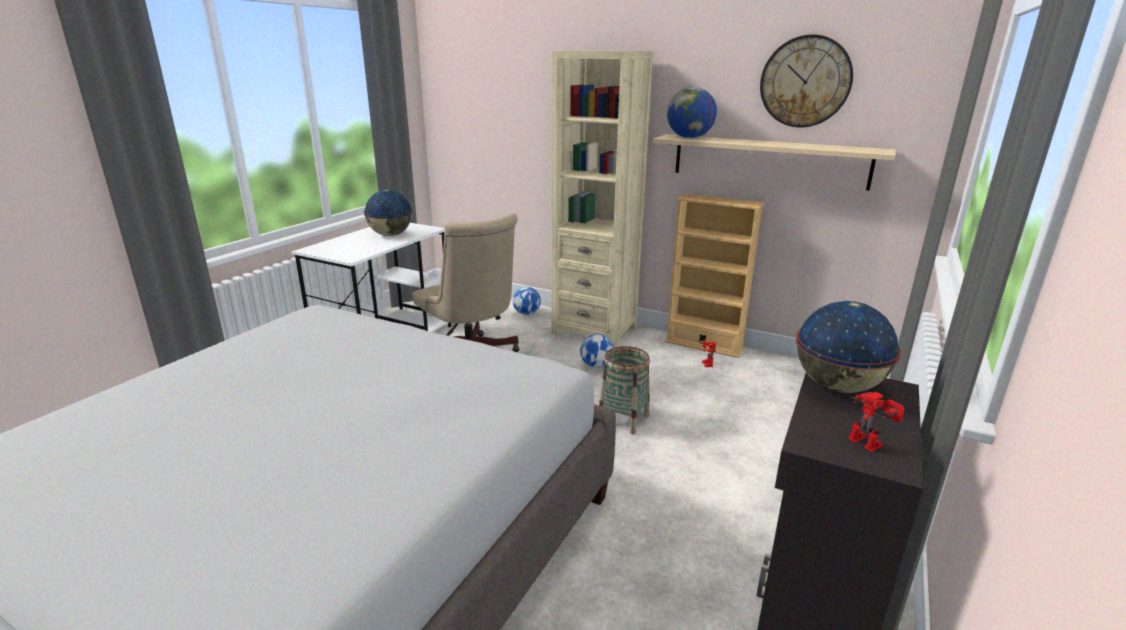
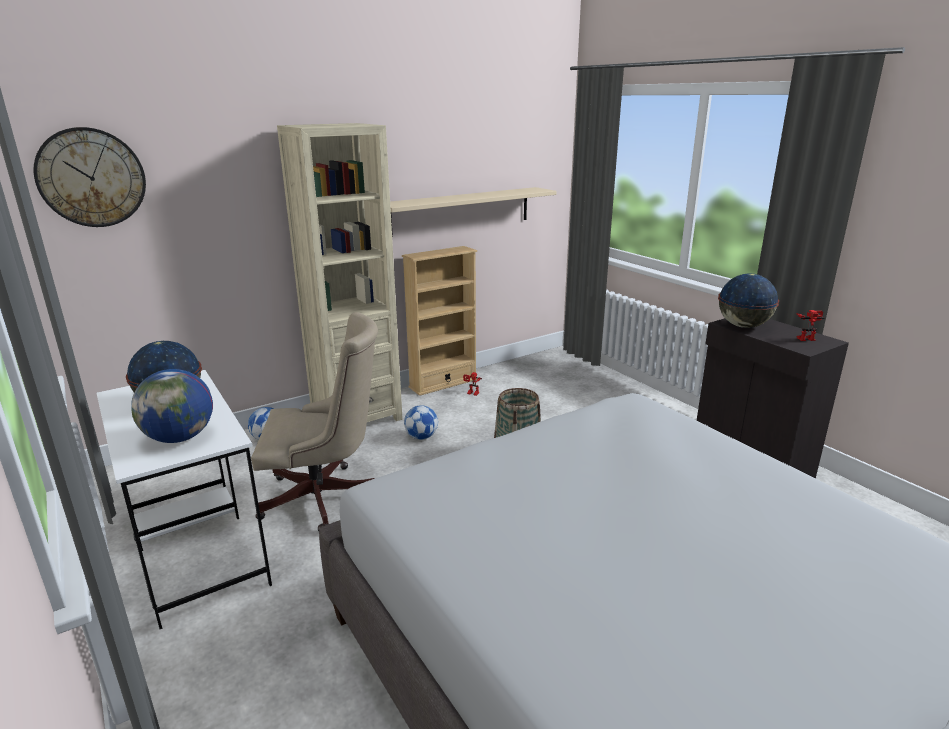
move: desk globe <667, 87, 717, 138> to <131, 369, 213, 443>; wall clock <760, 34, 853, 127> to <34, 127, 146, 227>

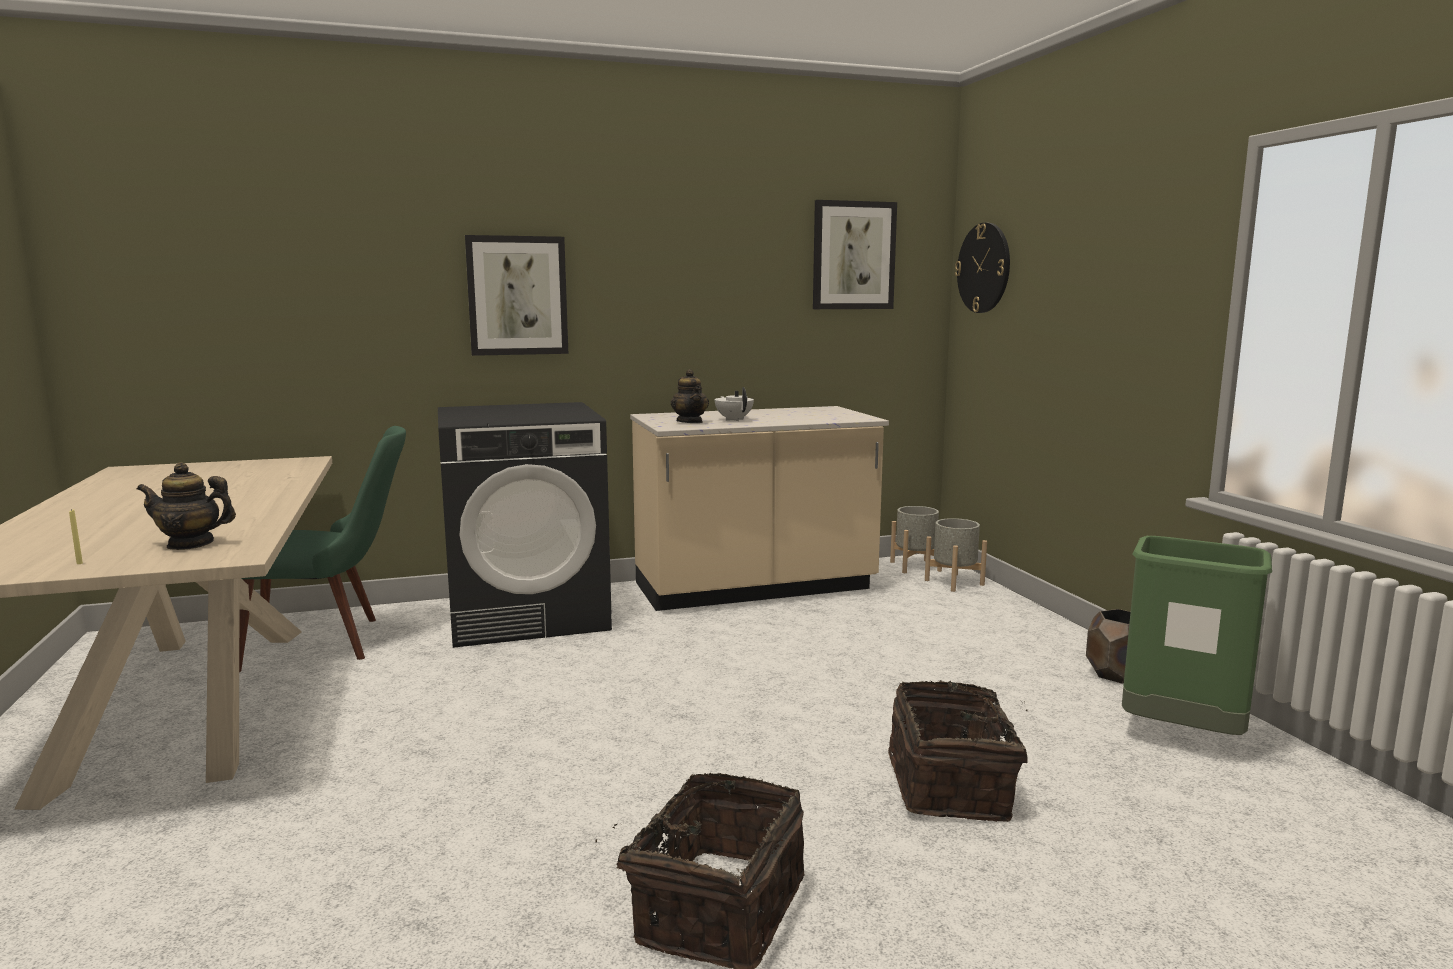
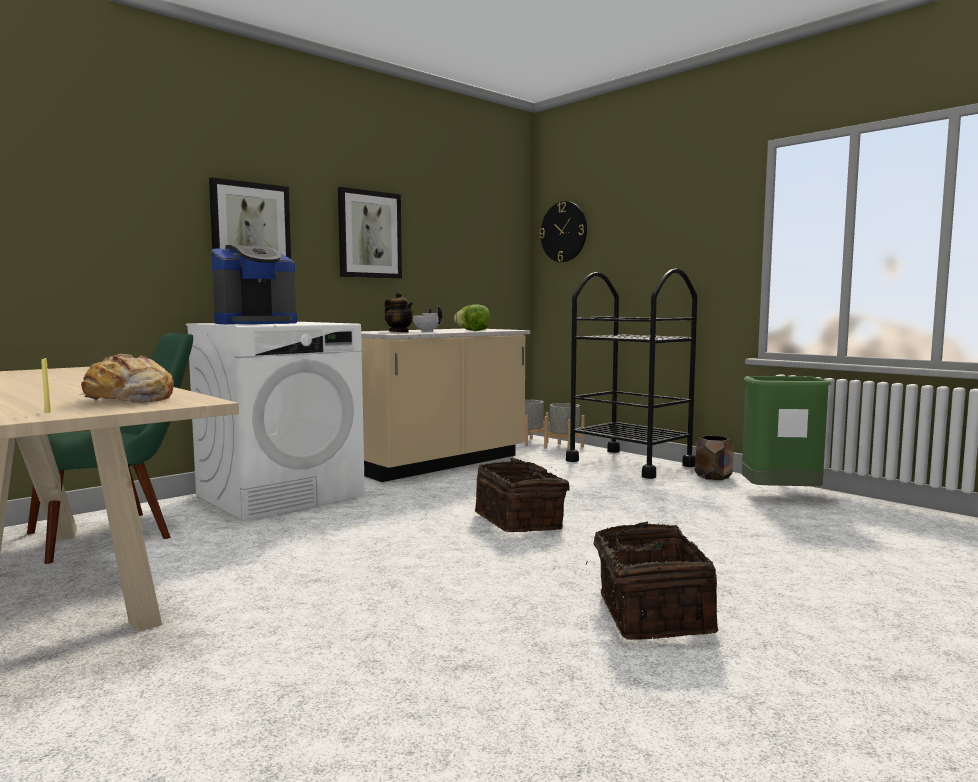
insert: coffee machine <211, 245, 297, 324>; head of lettuce <454, 304, 490, 331>; black-coloured trolley <566, 269, 698, 479>
move: wall picture <813, 200, 897, 309> to <338, 187, 402, 279>; storage basket <888, 680, 1028, 822> to <475, 458, 570, 532>
replace: pot for tea <137, 462, 236, 550> to bread <81, 354, 174, 403>
recolor: black-coloured laundry appliance <438, 402, 612, 648> to whitish laundry appliance <186, 322, 365, 521>

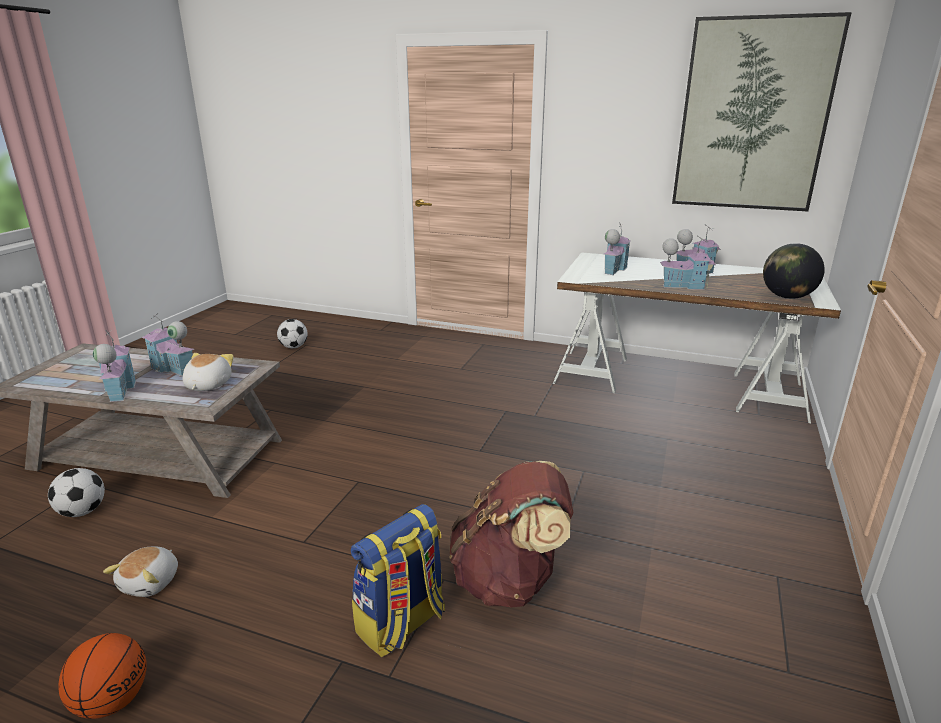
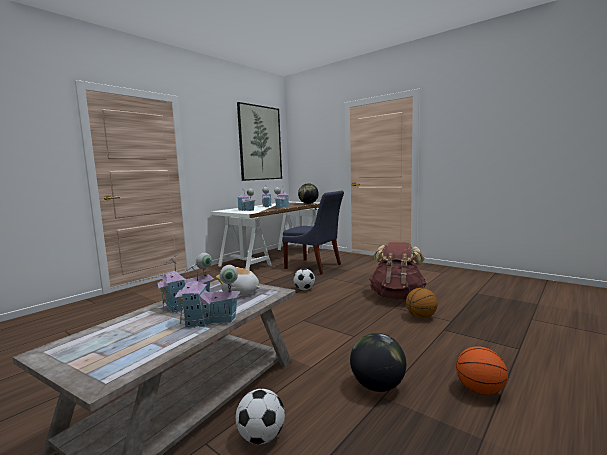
insert: blue plain chair <282, 191, 344, 274>
move: ball for football <277, 319, 308, 348> to <293, 268, 315, 290>
replace: cuddly toy <103, 547, 178, 597> to desk globe <350, 333, 406, 392>; knapsack <351, 504, 445, 657> to basketball ball <406, 288, 438, 318>

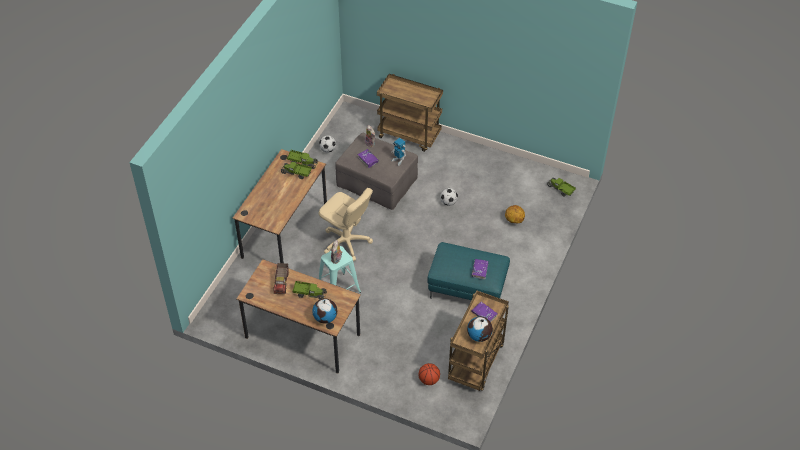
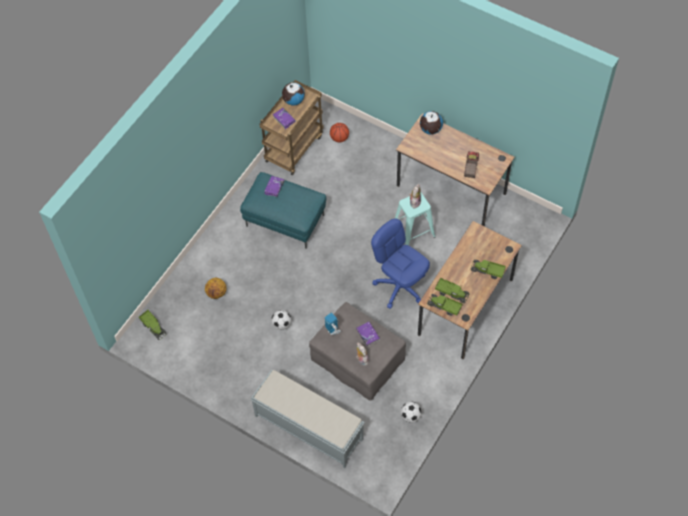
move: model truck <293, 281, 327, 300> to <471, 260, 506, 279>
replace: brown-coloured trolley <377, 74, 443, 152> to greyish indoor bench <250, 370, 365, 468>
recolor: beige-coloured desk chair <319, 188, 373, 261> to blue desk chair <371, 219, 430, 309>

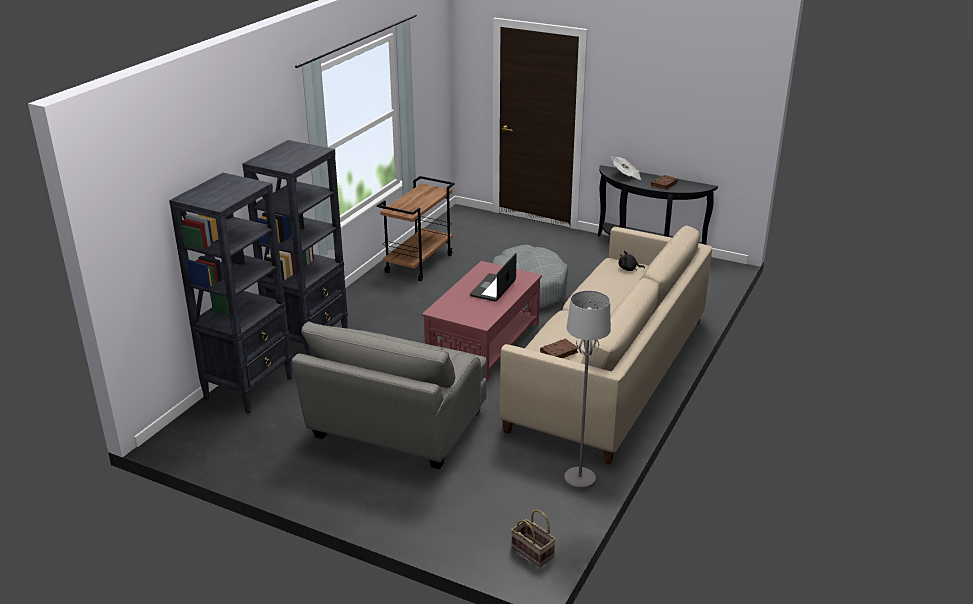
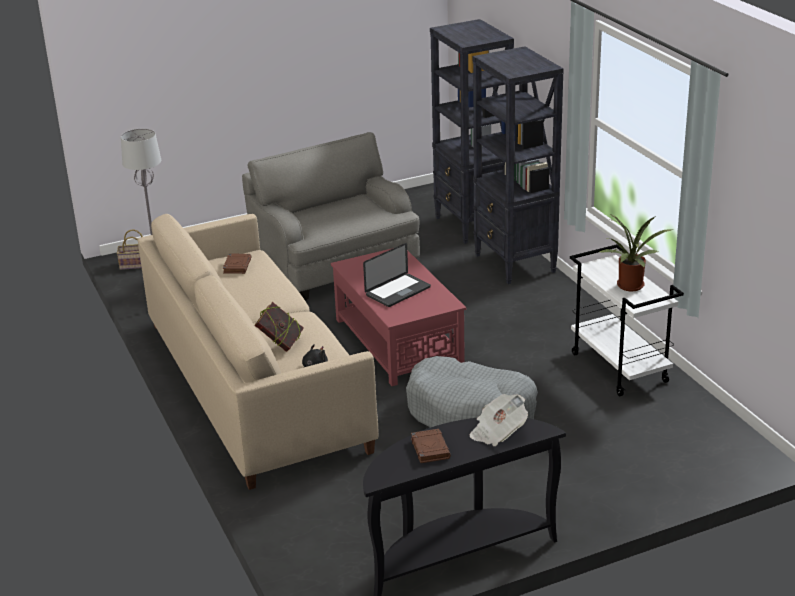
insert: bound book <255, 302, 304, 352>; plant in a pot <600, 215, 673, 291>
recolor: brown-coloured trolley <377, 176, 455, 281> to whitish trolley <570, 244, 684, 396>
rotate: laptop <470, 253, 516, 302> = <363, 243, 431, 307> 75 degrees clockwise

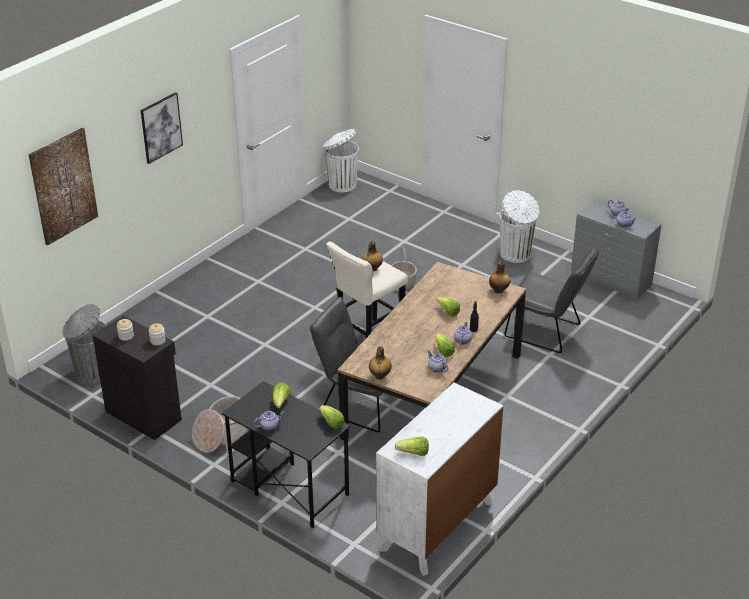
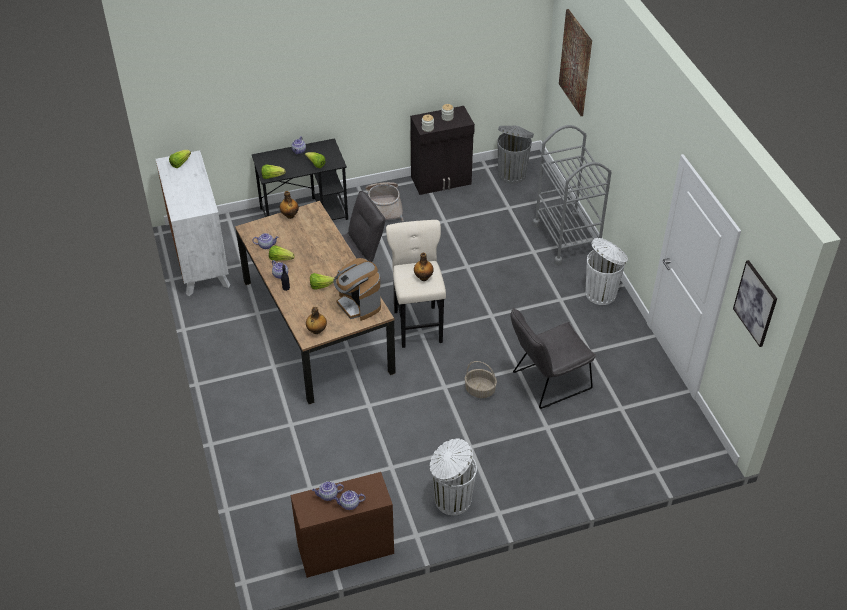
insert: coffee machine <334, 258, 381, 321>; greyish trolley <533, 125, 612, 266>
move: wall picture <140, 92, 183, 164> to <733, 260, 777, 347>; whitish waste bin <323, 129, 359, 193> to <585, 238, 628, 305>; greyish plain chair <504, 247, 599, 353> to <510, 308, 596, 409>
recolor: greyish dresser <571, 200, 662, 299> to brown-coloured dresser <291, 472, 394, 578>

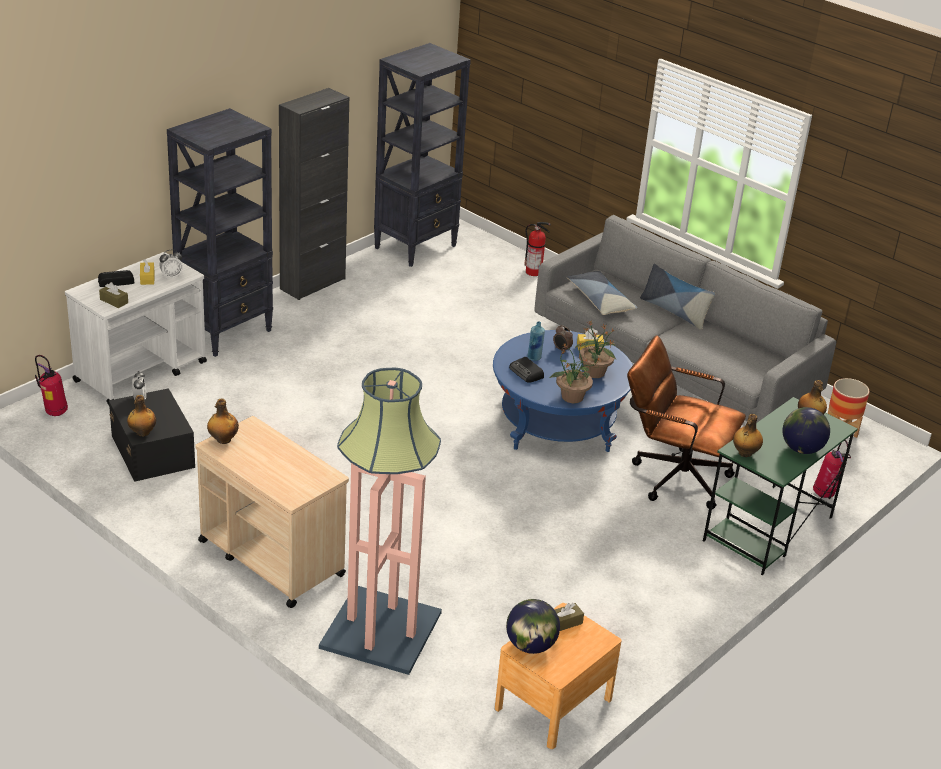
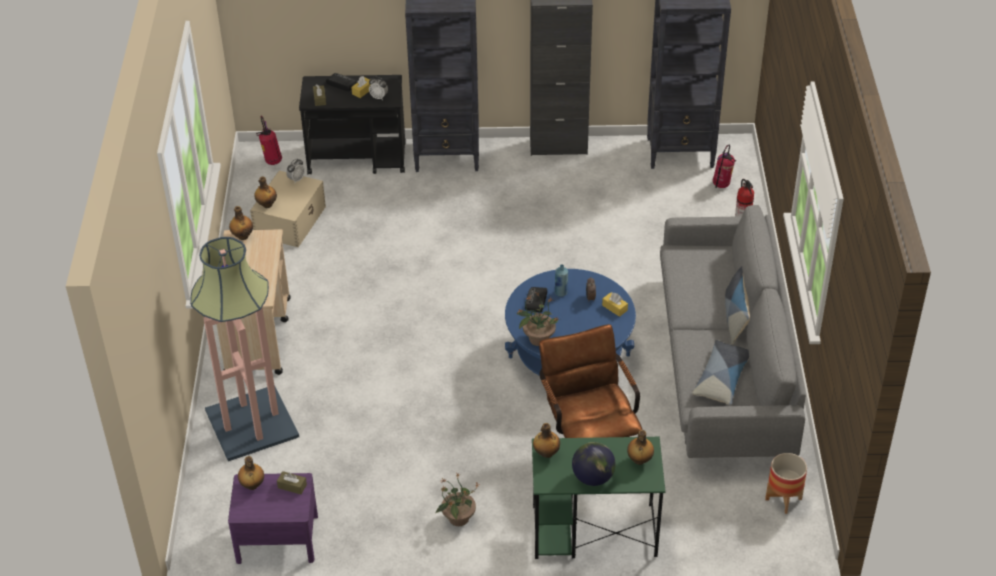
move: throw pillow <567, 271, 638, 315> to <692, 340, 749, 405>; plant in a pot <575, 322, 616, 378> to <435, 473, 478, 526>; fire-fighting cylinder <813, 440, 851, 499> to <713, 145, 736, 188>
replace: desk globe <506, 599, 560, 654> to beverage bottle <238, 456, 264, 490>
recolor: whitish trolley <65, 252, 207, 405> to black-coloured trolley <299, 75, 406, 174>; black-coloured storage container <109, 388, 195, 482> to beige-coloured storage container <250, 171, 326, 247>; brown-coloured nightstand <495, 603, 622, 749> to purplish nightstand <228, 473, 318, 564>

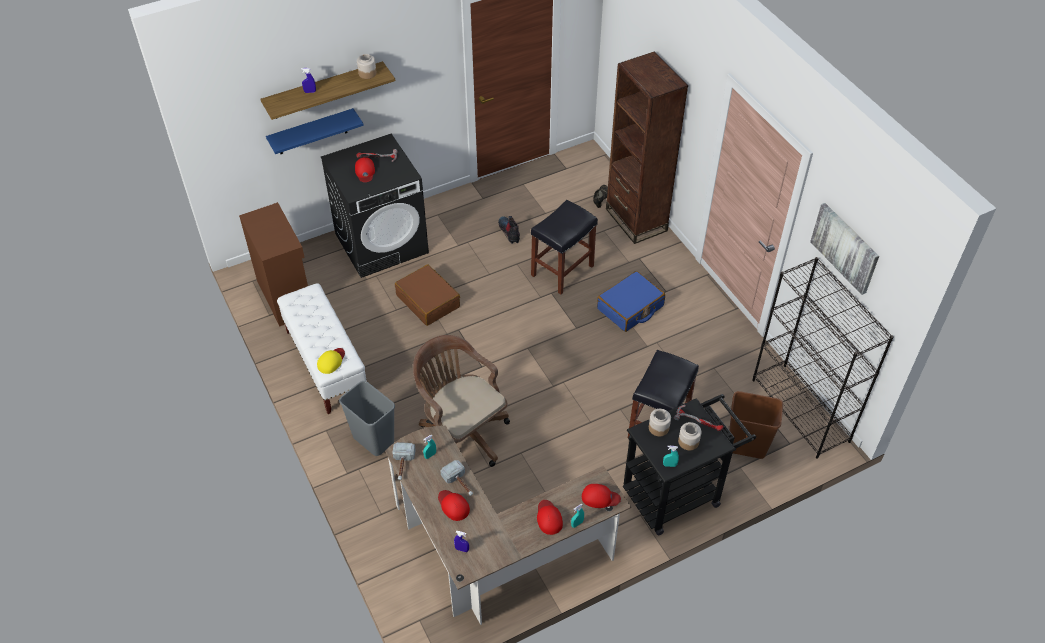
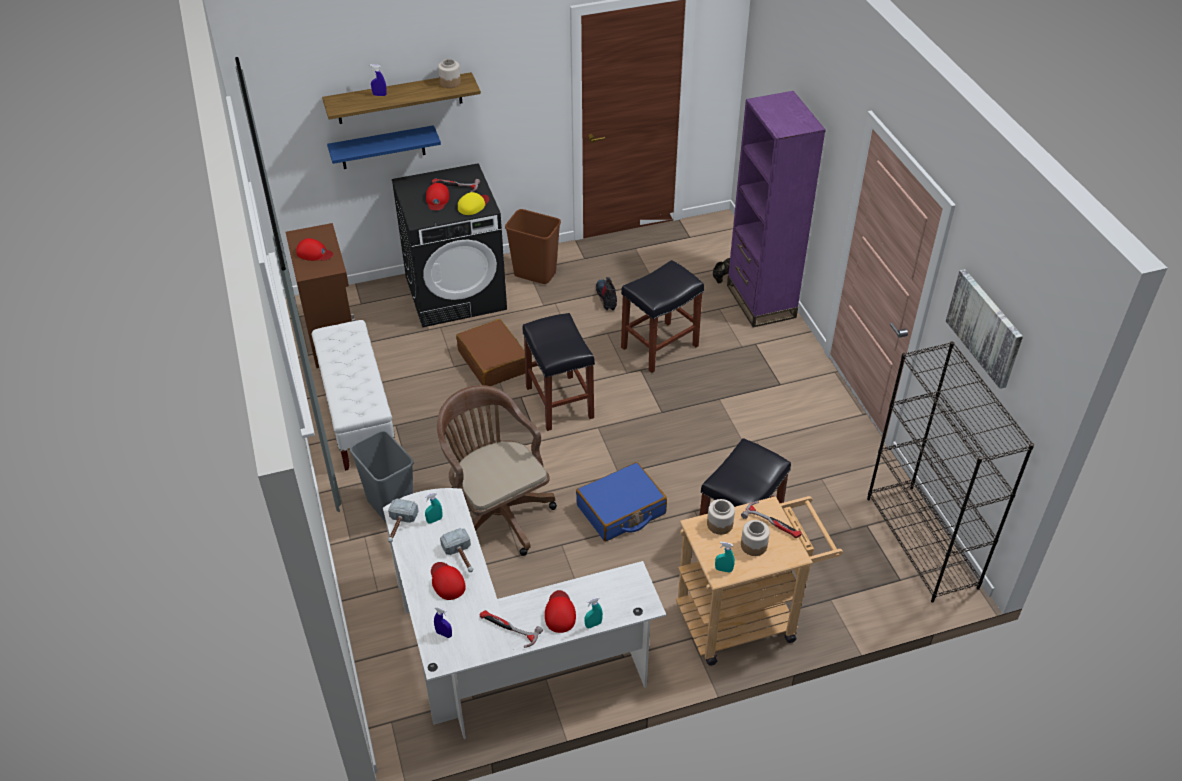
insert: hand hammer <480, 610, 543, 648>; black-coloured sitting stool <523, 313, 595, 431>
move: yellow-coloured cap <317, 348, 345, 374> to <458, 192, 489, 215>; red cap <582, 484, 621, 508> to <296, 238, 334, 261>; blue piece of luggage <597, 271, 665, 332> to <576, 462, 667, 541>; brown-coloured waste bin <729, 391, 783, 459> to <505, 209, 561, 284>
recolor: brown-coloured desk unit <385, 425, 631, 625> to whitish desk unit <383, 488, 666, 739>; brown-coloured bookshelf <606, 51, 688, 244> to purplish bookshelf <727, 91, 826, 328>; black-coloured trolley <623, 394, 756, 535> to beige-coloured trolley <676, 496, 843, 666>

